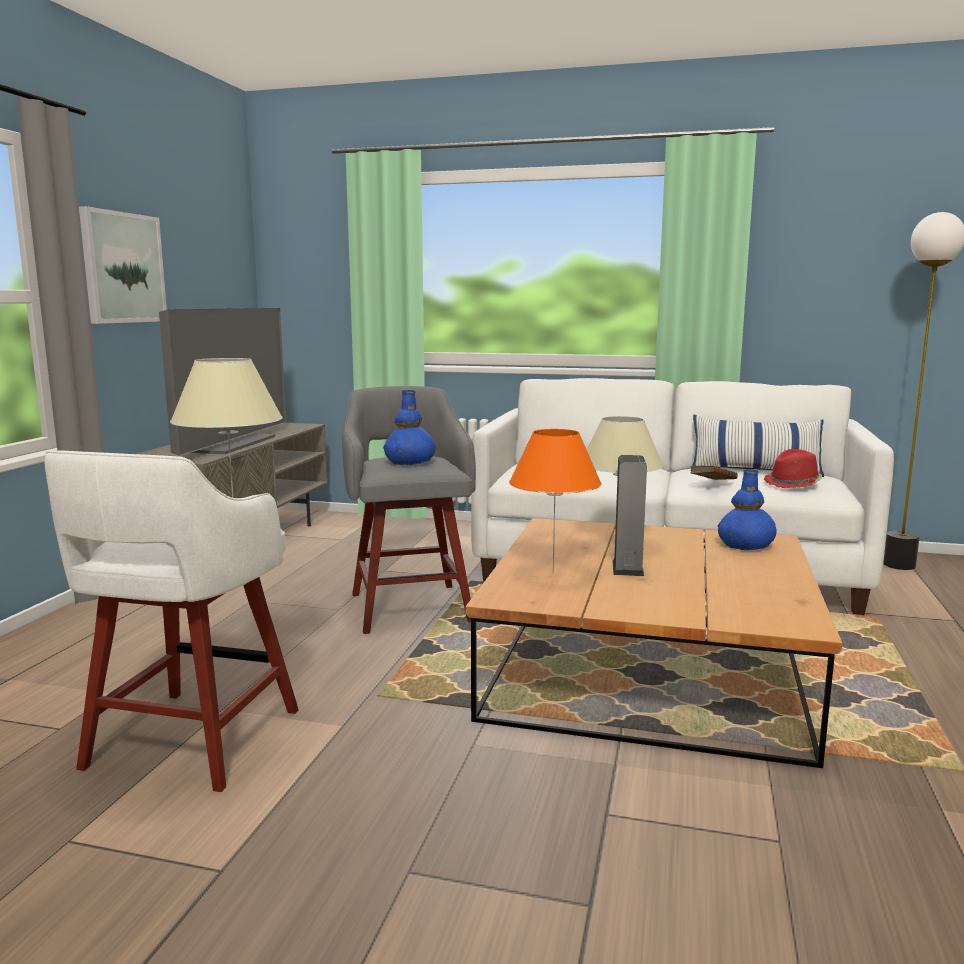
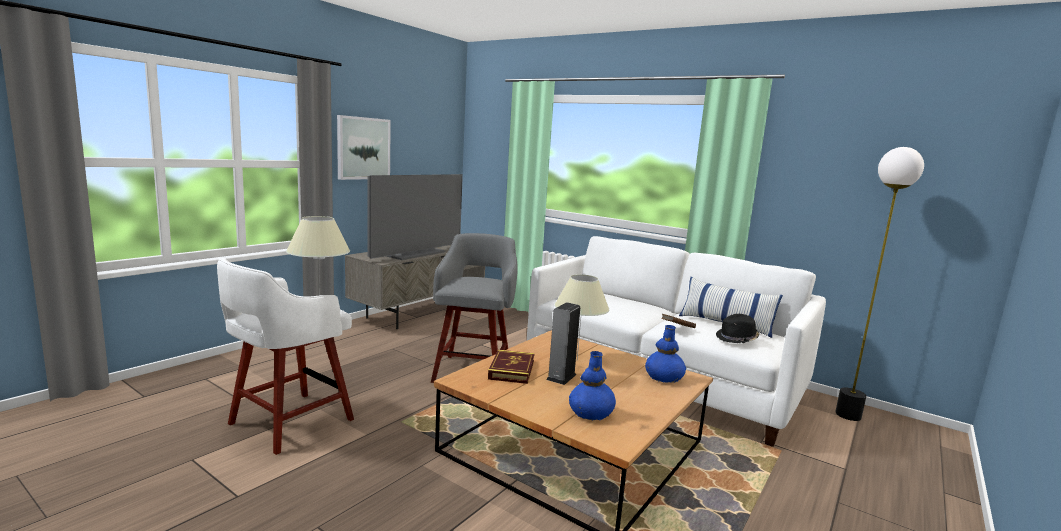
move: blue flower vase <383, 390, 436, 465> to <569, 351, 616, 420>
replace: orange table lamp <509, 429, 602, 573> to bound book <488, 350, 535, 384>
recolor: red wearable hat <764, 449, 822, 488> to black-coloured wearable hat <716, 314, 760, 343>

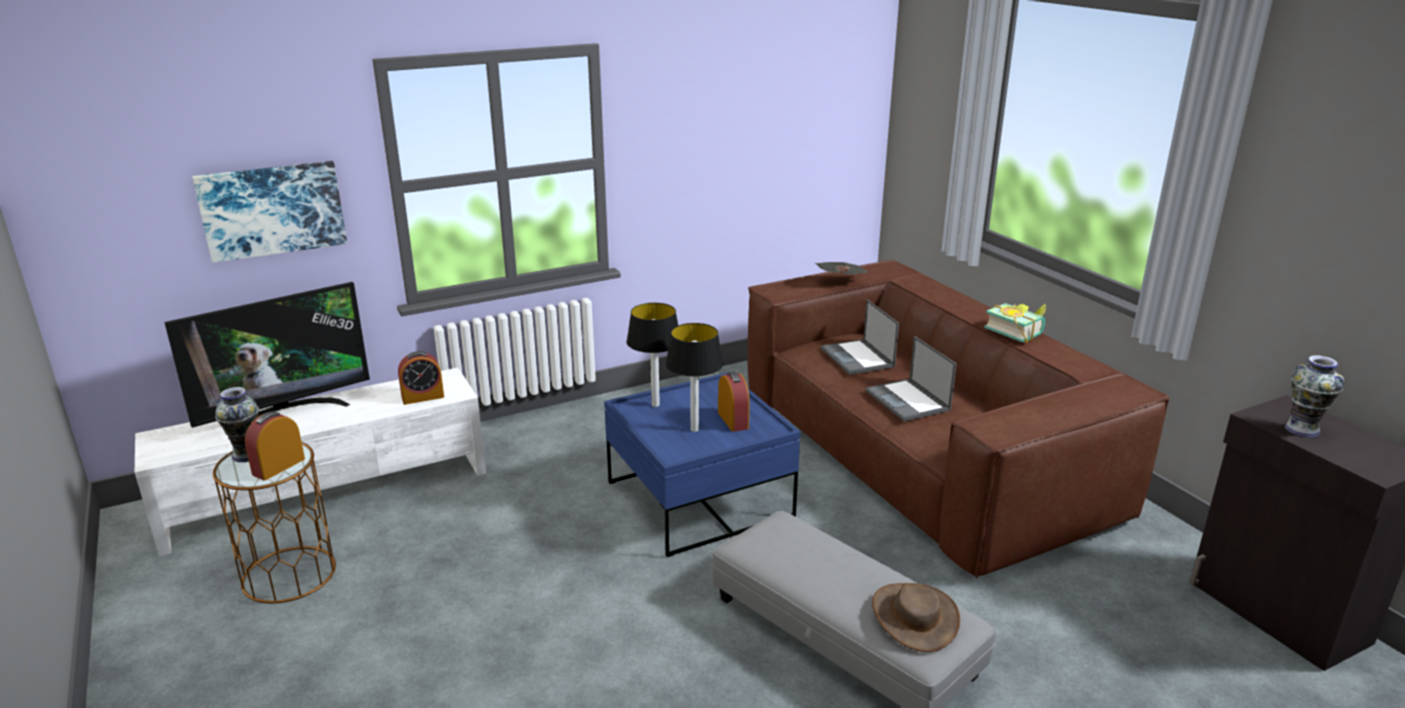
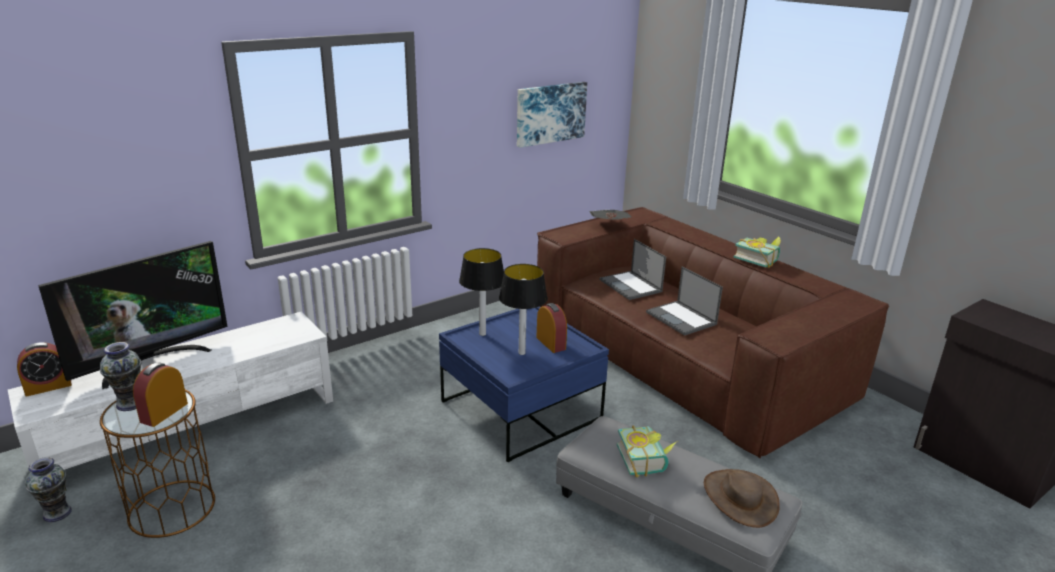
insert: bound book <617, 425, 678, 478>
move: wall picture <192, 161, 347, 263> to <517, 82, 587, 148>; alarm clock <398, 351, 444, 405> to <17, 342, 72, 397>; flower vase <1285, 355, 1344, 438> to <25, 457, 72, 522>

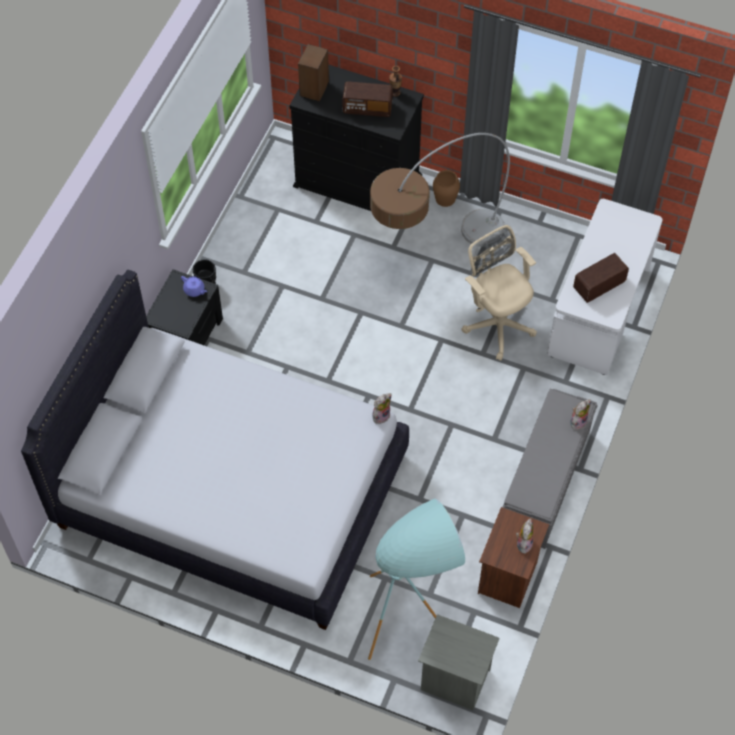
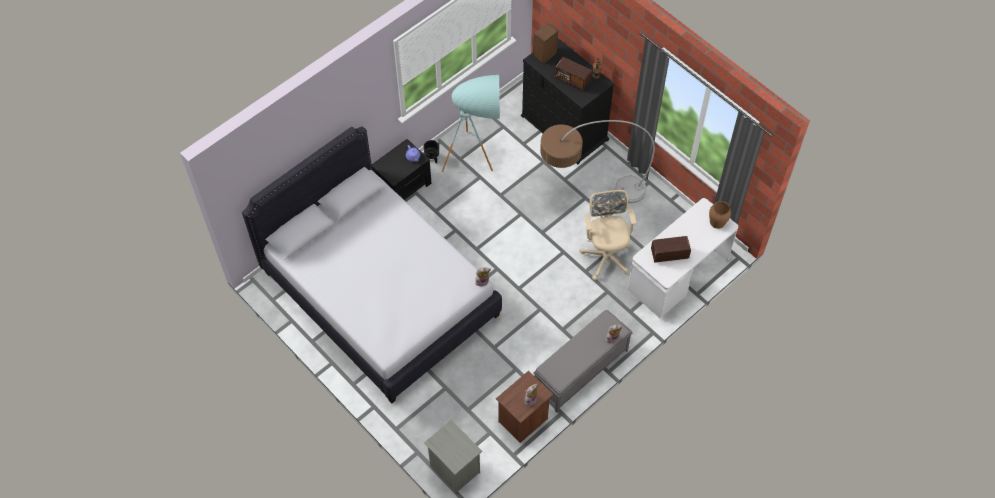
move: turquoise-coloured standing lamp <368, 498, 465, 660> to <442, 75, 500, 172>; brown-coloured flower vase <433, 170, 460, 207> to <709, 201, 731, 229>

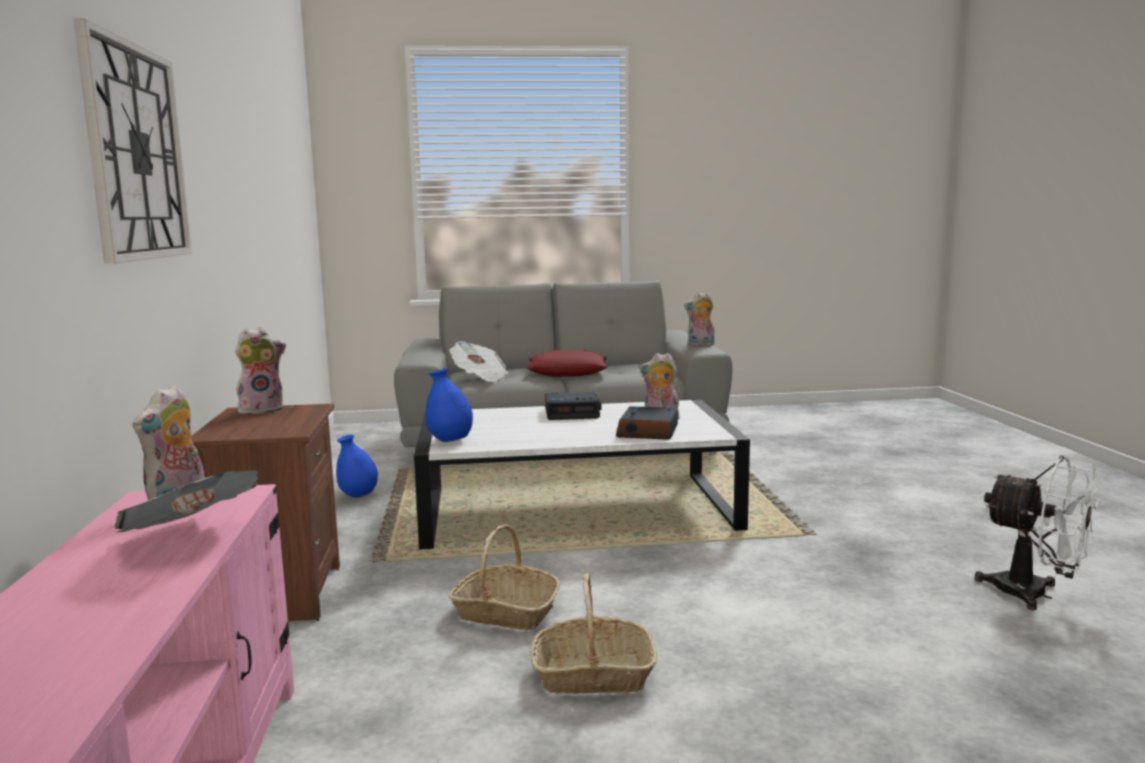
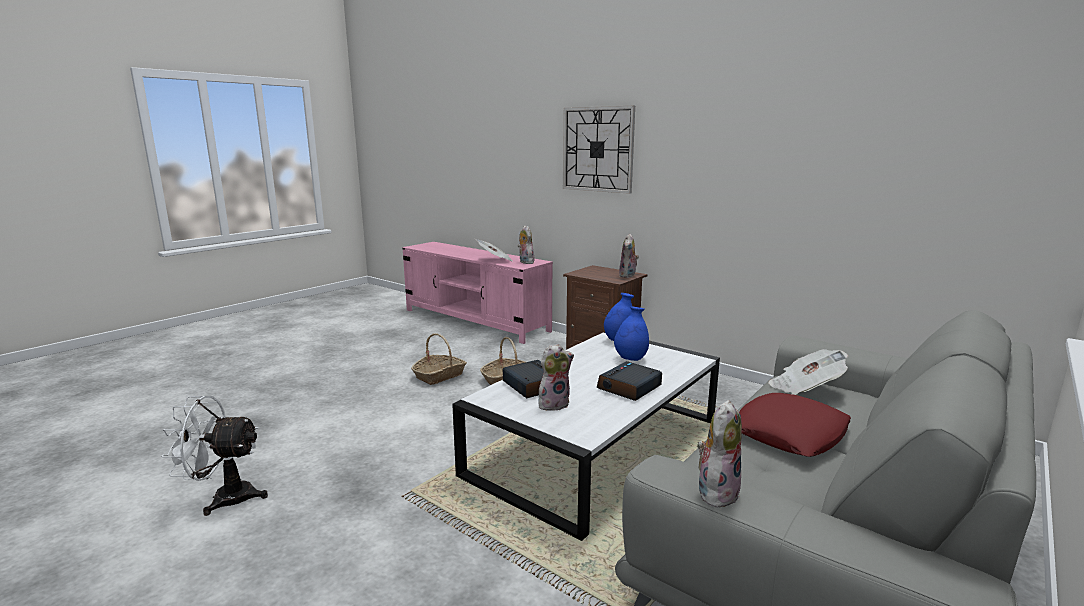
move: blue flower vase <336, 435, 378, 498> to <614, 306, 649, 361>

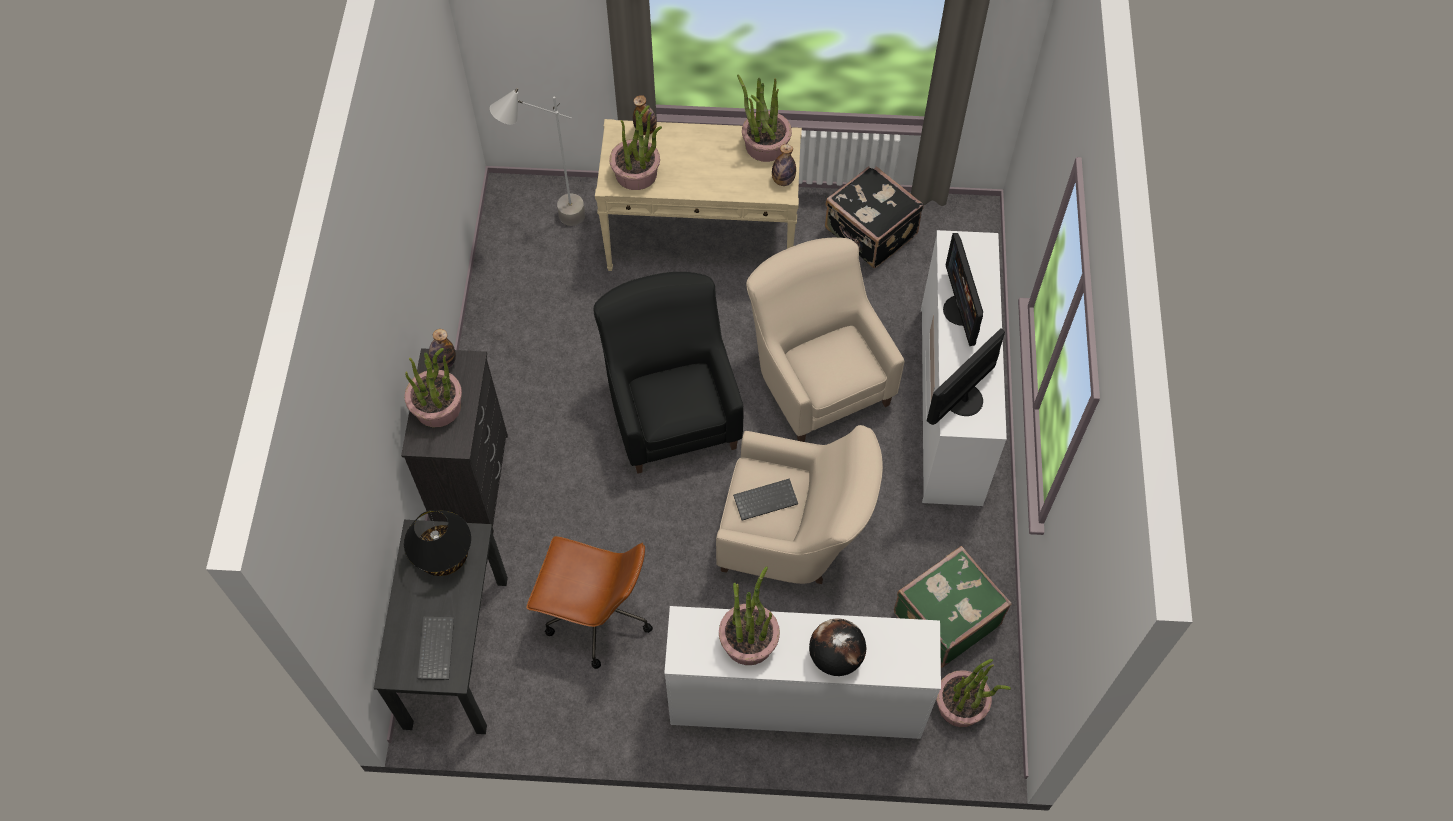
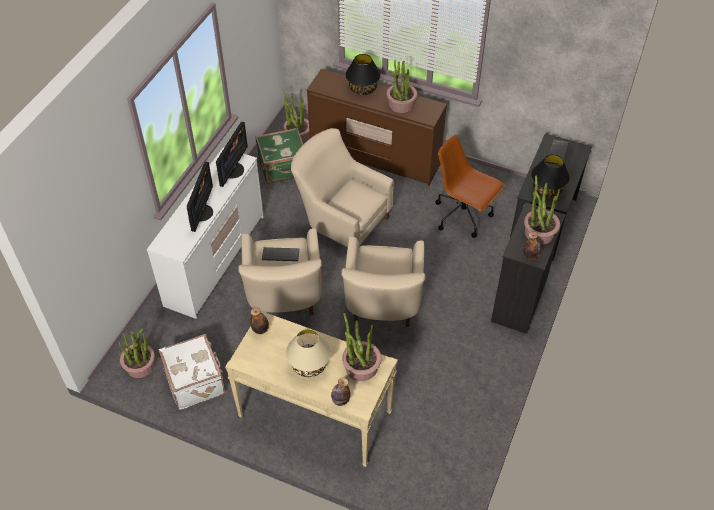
delete: greyish standing lamp <490, 88, 585, 226>
insert: beige-coloured table lamp <286, 329, 331, 377>
move: PC keyboard <733, 478, 798, 521> to <262, 247, 300, 261>; plant in a pot <737, 75, 792, 162> to <119, 329, 155, 378>
replace: desk globe <809, 618, 866, 676> to black-coloured table lamp <345, 54, 380, 95>
recolor: black-coloured lounge chair <594, 272, 744, 474> to beige-coloured lounge chair <341, 236, 425, 327>; whitish dresser <664, 606, 941, 739> to brown-coloured dresser <307, 69, 447, 186>; black-coloured piece of luggage <825, 166, 924, 268> to whitish piece of luggage <159, 334, 225, 410>
rotate: monitor <927, 328, 1005, 425> = <216, 122, 248, 187> 45 degrees counterclockwise

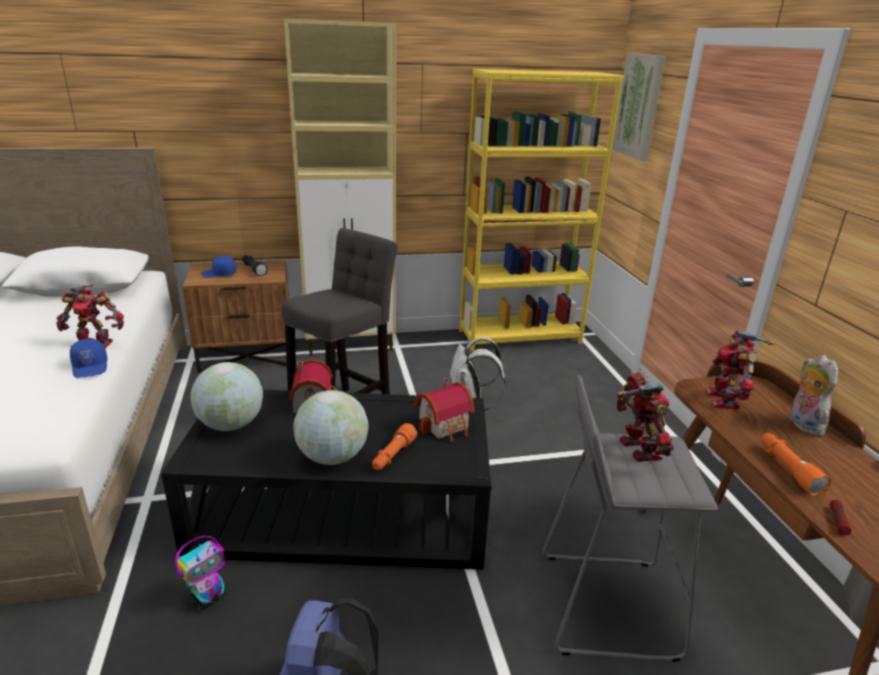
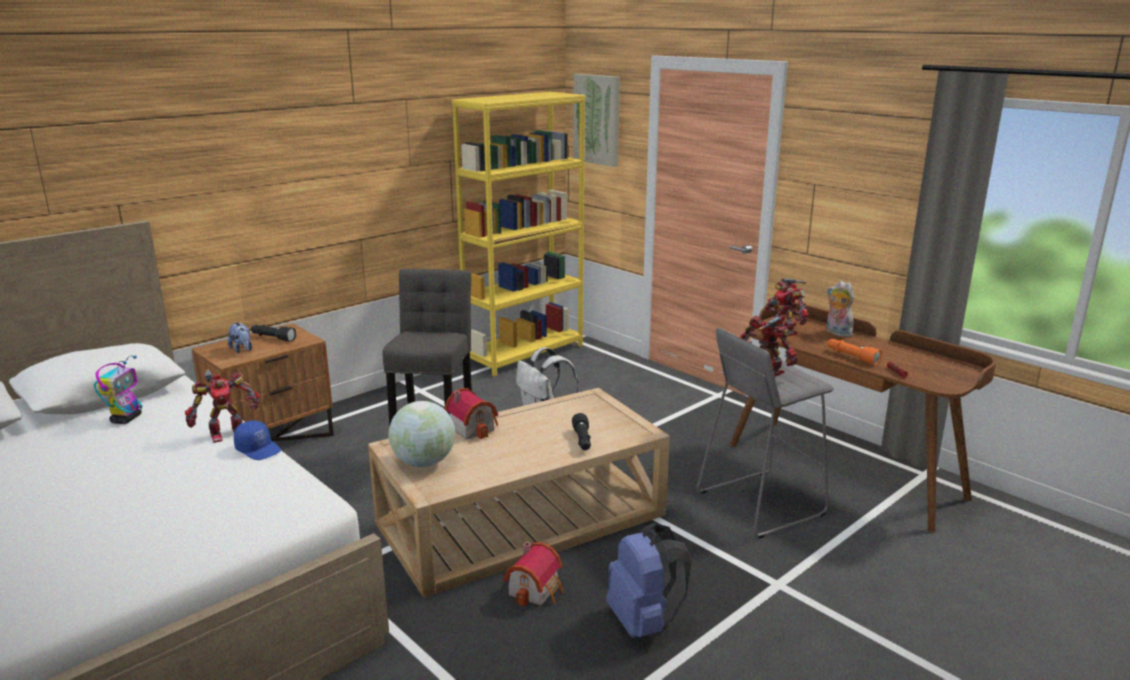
delete: beige-coloured storage cabinet <284, 18, 397, 356>; desk globe <293, 390, 369, 465>
move: robot figure <175, 536, 226, 611> to <94, 355, 142, 424>; toy house <415, 378, 475, 442> to <503, 542, 564, 607>
replace: blue cap <201, 256, 236, 278> to cuddly toy <228, 322, 252, 353>
recolor: black-coloured low table <161, 390, 492, 570> to beige-coloured low table <368, 388, 670, 597>; orange hand torch <372, 423, 417, 470> to black-coloured hand torch <572, 413, 591, 450>

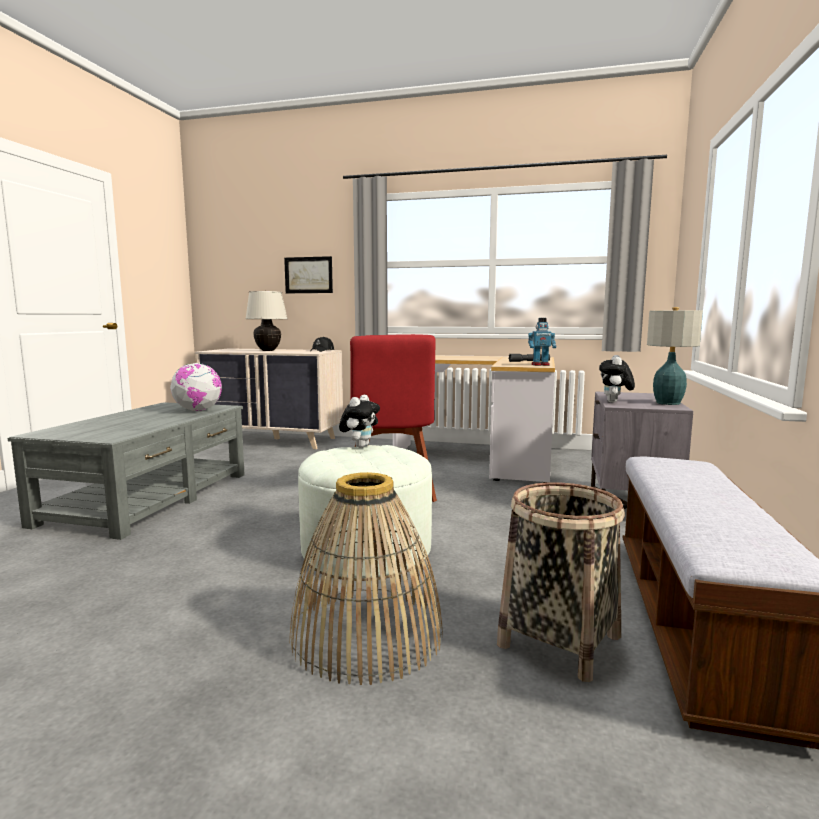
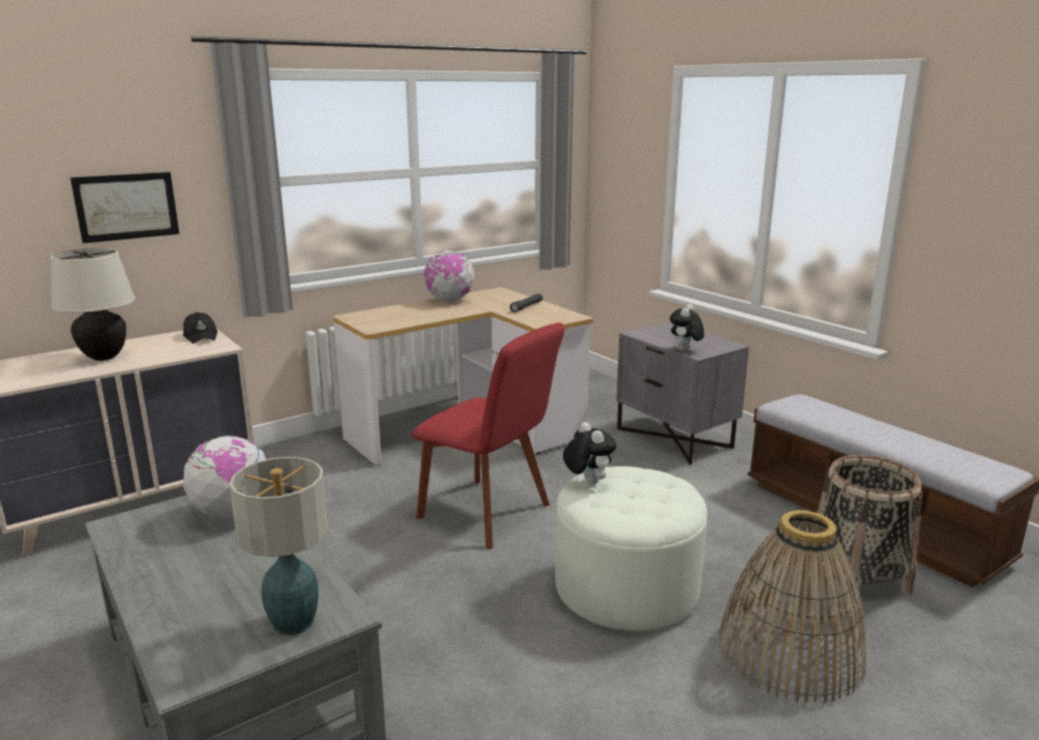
delete: robot figure <528, 318, 556, 366>
insert: desk globe <424, 250, 474, 301>
move: table lamp <647, 307, 703, 405> to <229, 457, 328, 635>
rotate: cuddly toy <599, 355, 635, 403> = <670, 304, 704, 351> 60 degrees clockwise

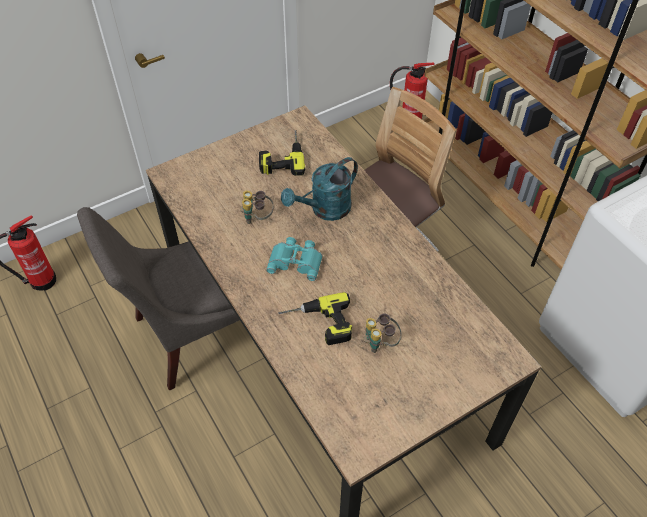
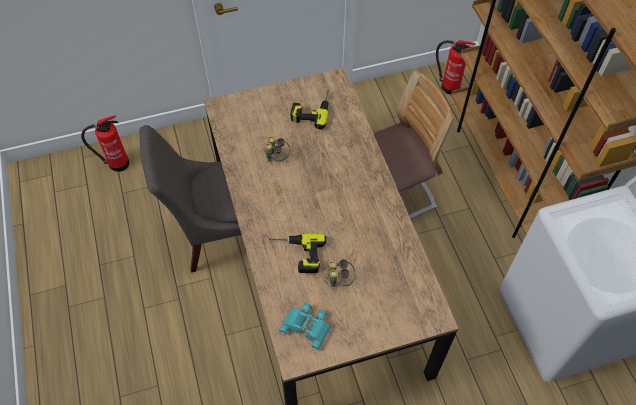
delete: turquoise-coloured watering pot <281, 157, 358, 221>
move: turquoise-coloured binoculars <266, 237, 323, 281> to <279, 303, 331, 350>

